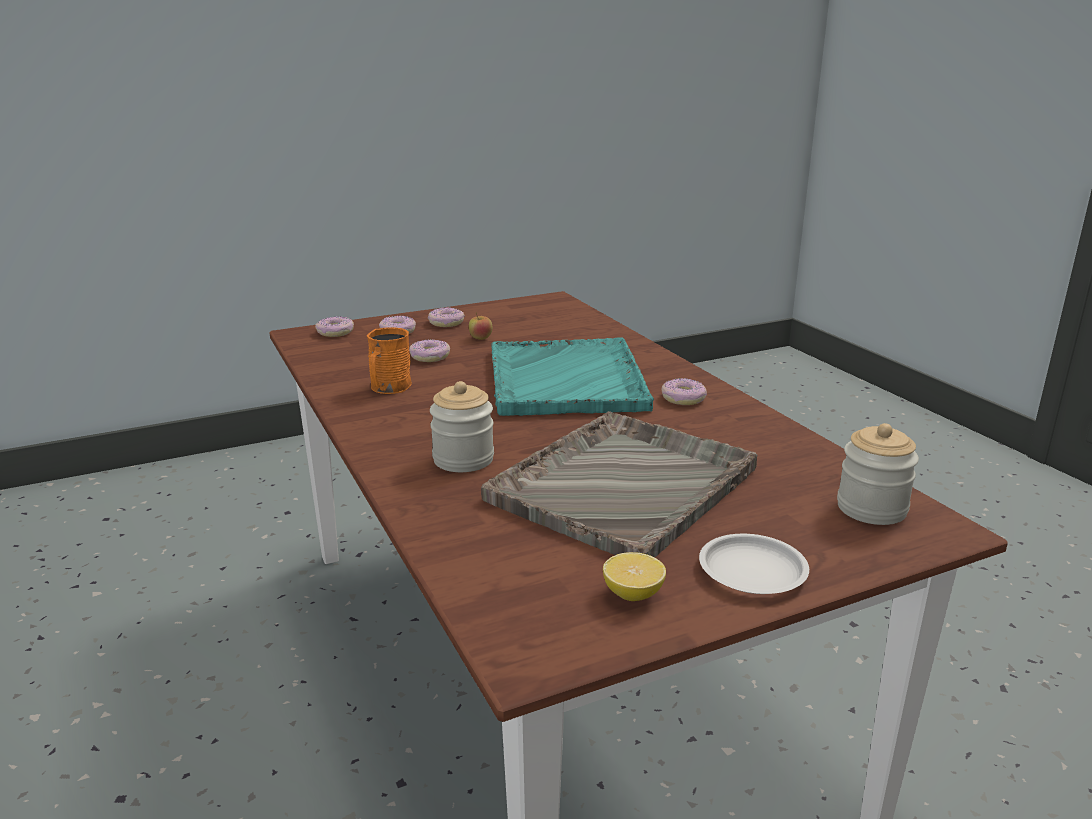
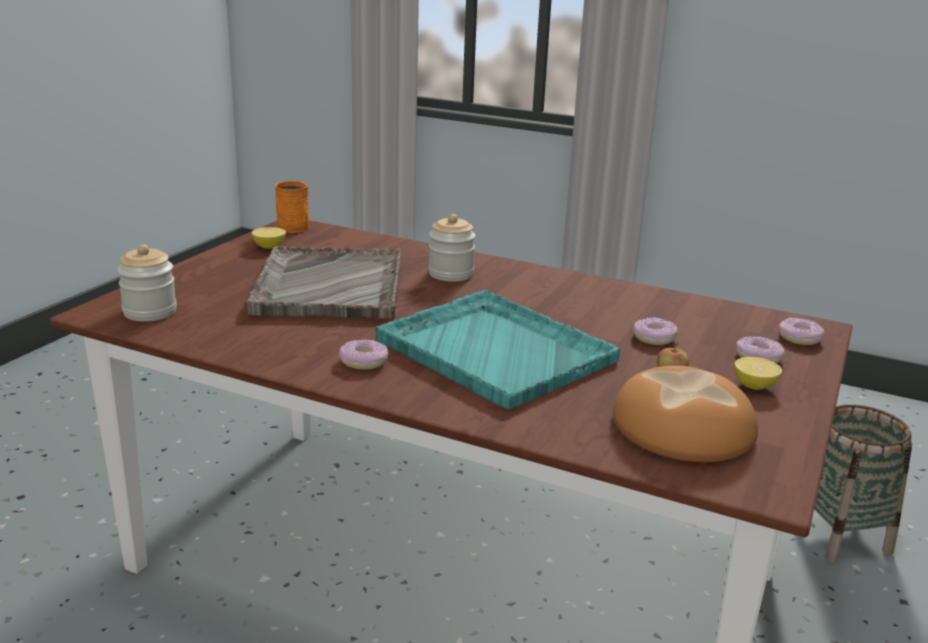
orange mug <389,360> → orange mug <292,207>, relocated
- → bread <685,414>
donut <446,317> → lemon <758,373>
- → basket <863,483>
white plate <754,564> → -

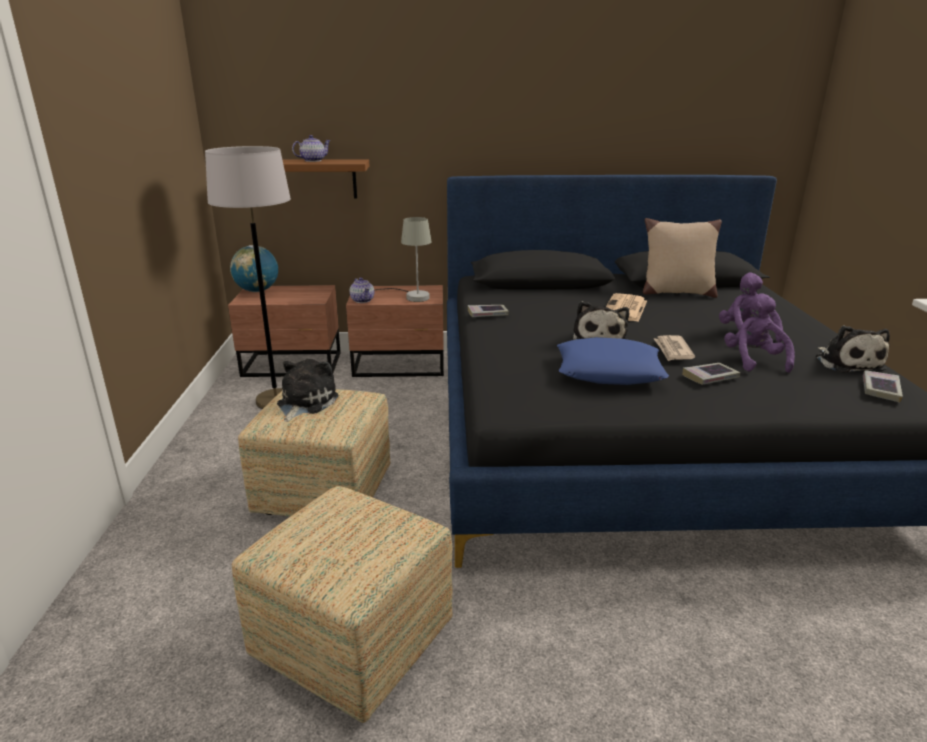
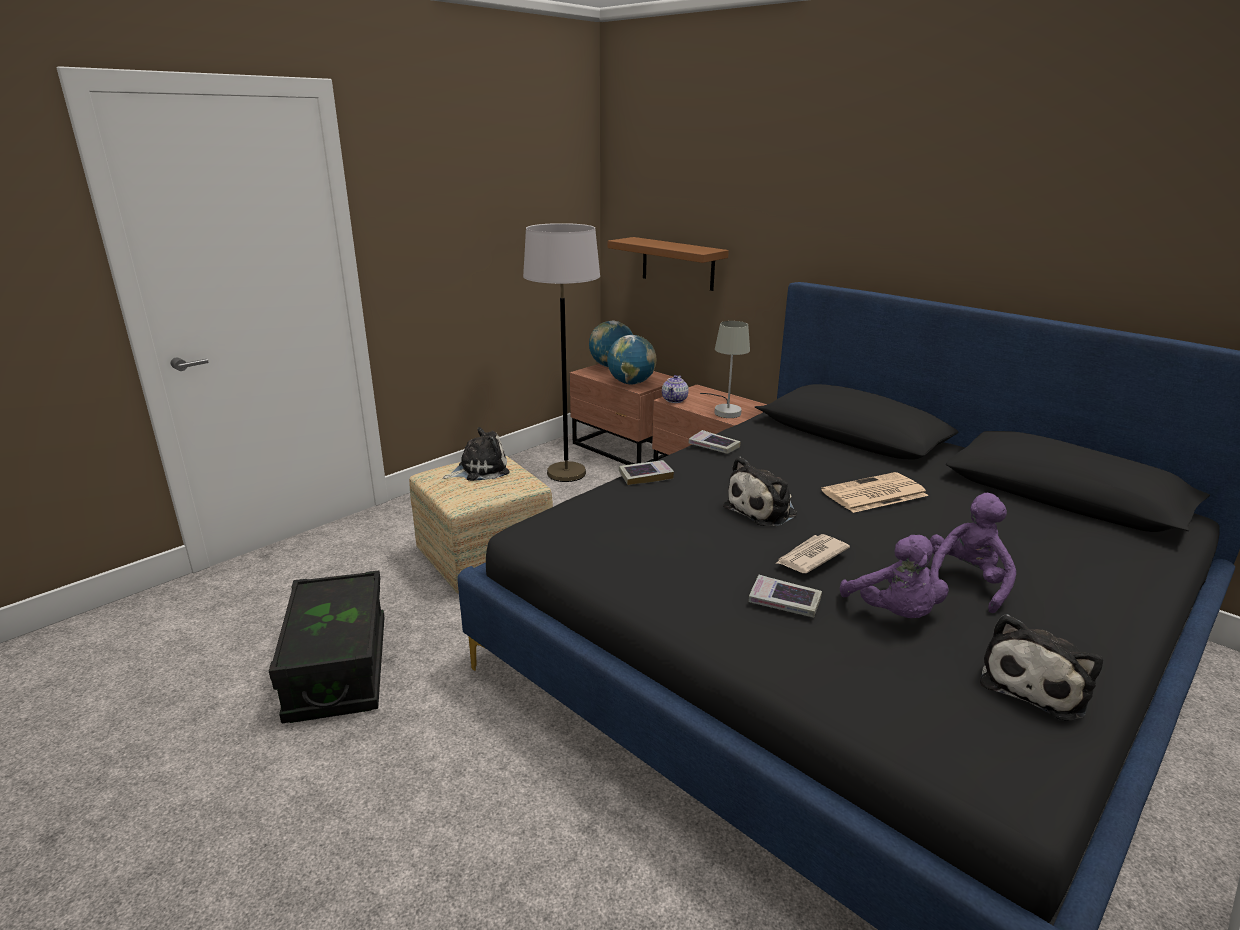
ottoman <342,604> → black storage box <327,647>
- → globe <632,359>
book <883,386> → book <646,472>, relocated
purple plush toy <759,333> → purple plush toy <894,576>, 120 degrees clockwise
teapot <311,148> → -
blue pillow <613,361> → -
beige pillow <682,258> → -

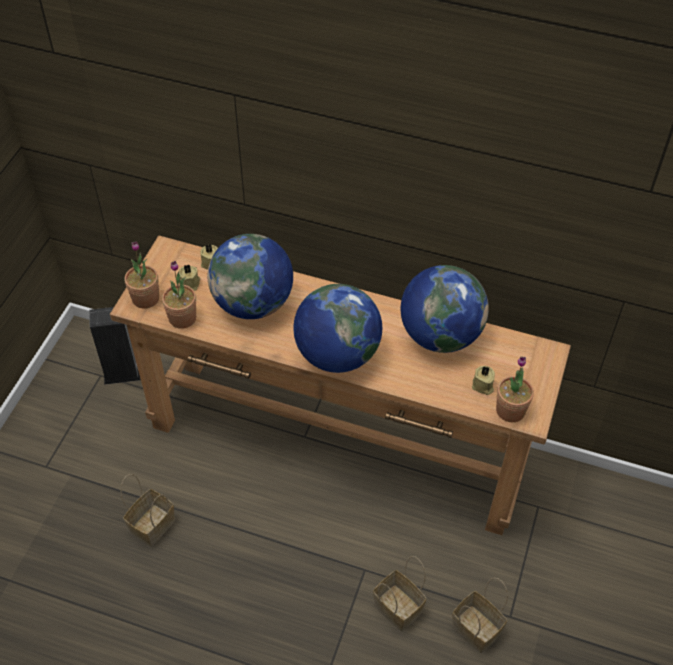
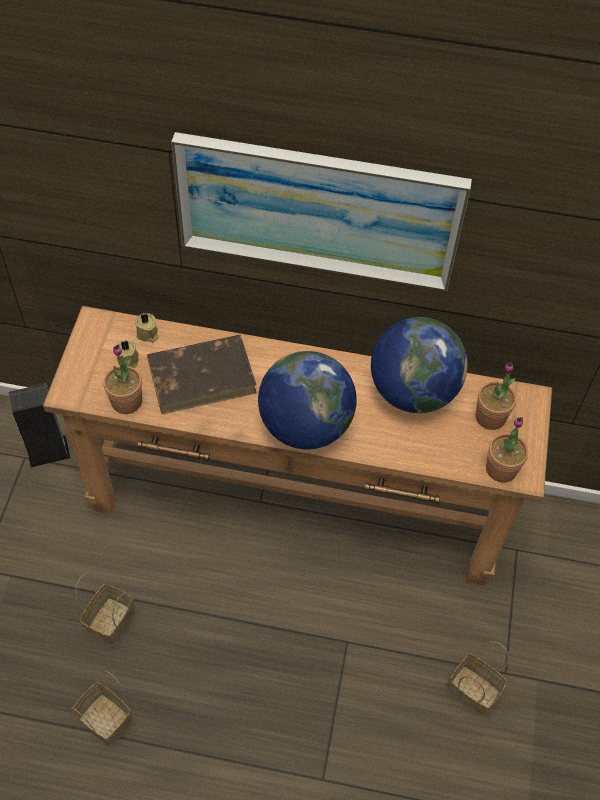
basket <399,593> → basket <102,709>, relocated
globe <250,276> → brown book <202,375>
- → picture <321,212>
potted plant <142,275> → potted plant <496,396>, relocated
beige candle <483,380> → -

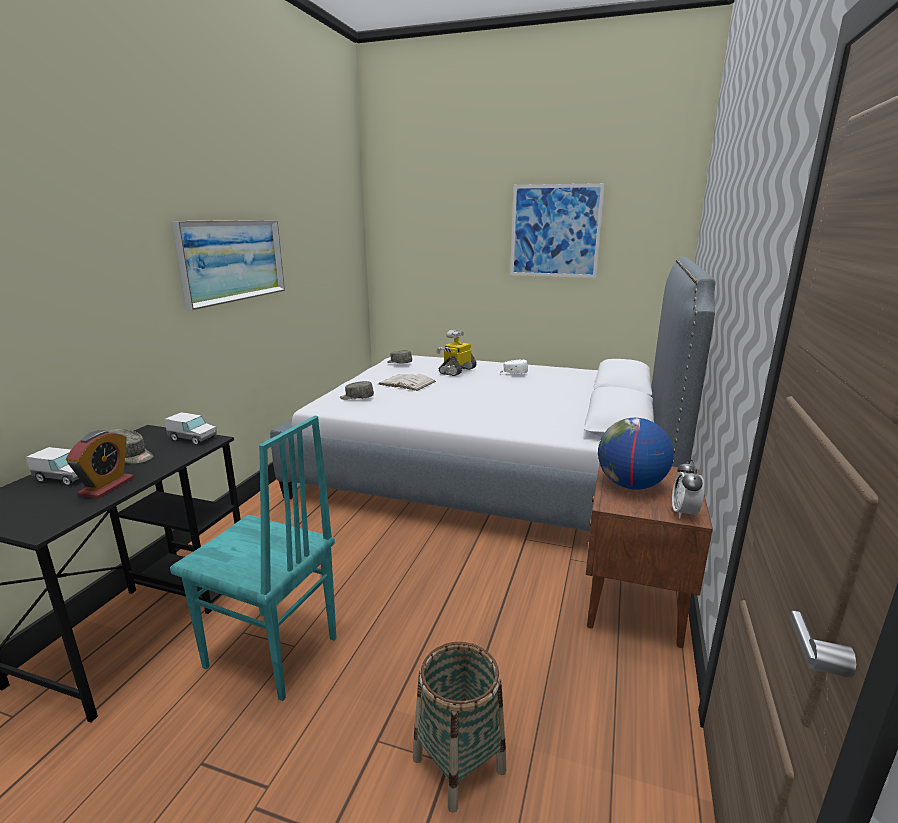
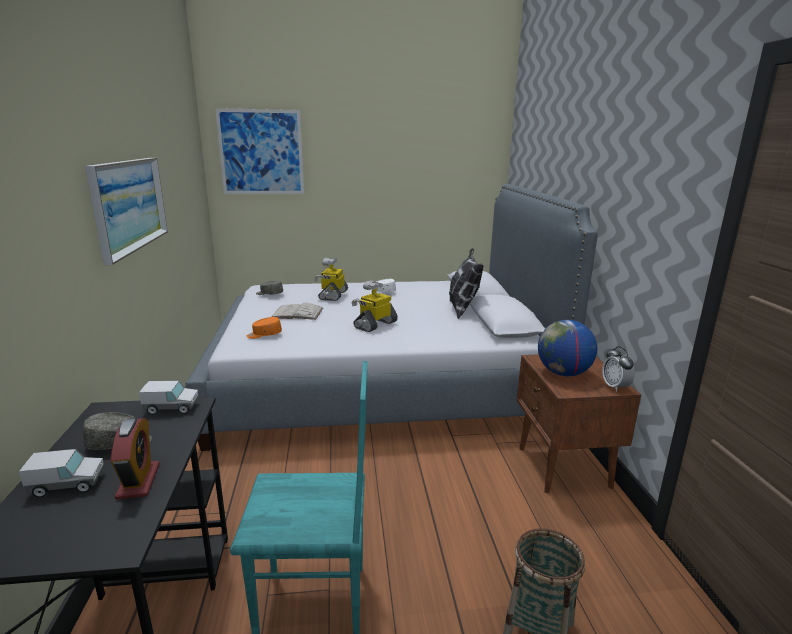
picture <557,230> → picture <259,151>, relocated
grey cap <357,390> → orange cap <264,328>
- → toy robot <375,306>
- → pillow <466,283>

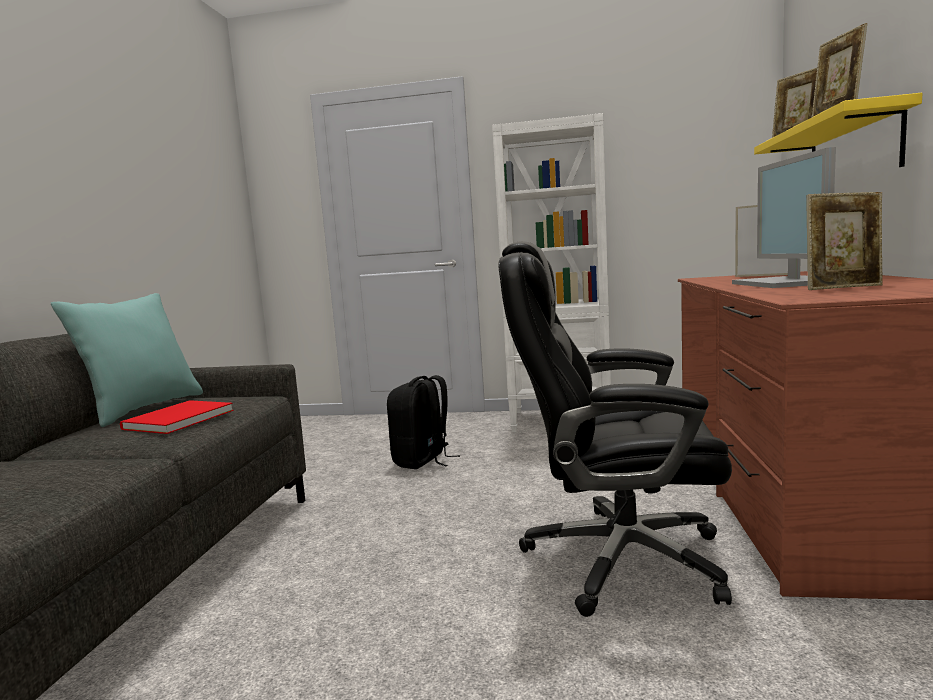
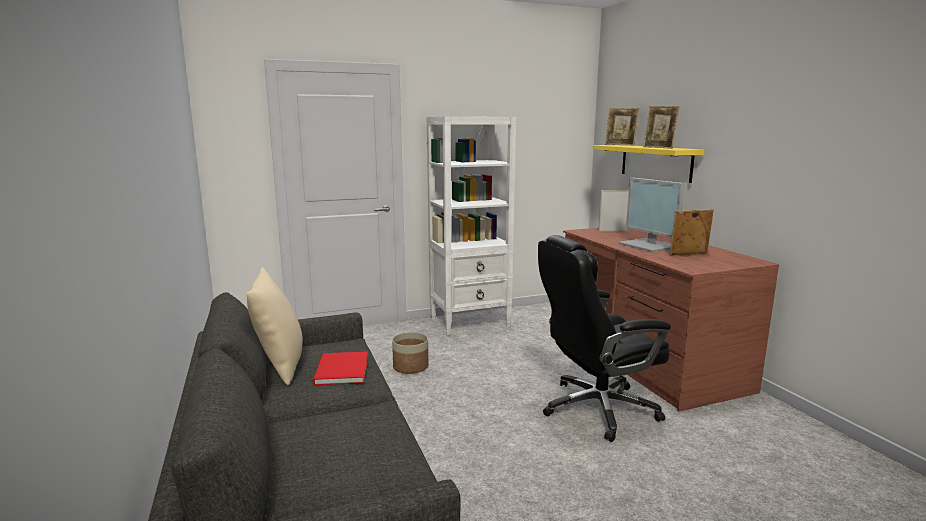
turquoise pillow <127,360> → beige pillow <275,326>
black backpack <423,422> → planter <410,353>
picture frame <844,241> → picture frame <692,232>, 150 degrees counterclockwise

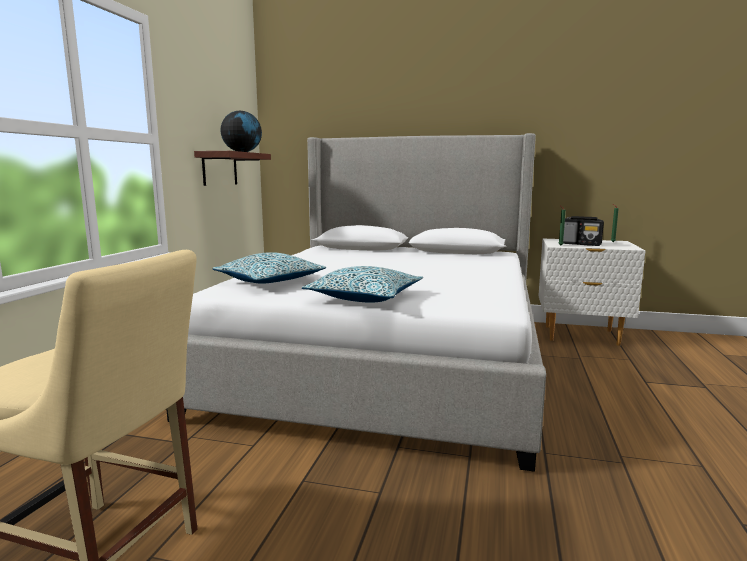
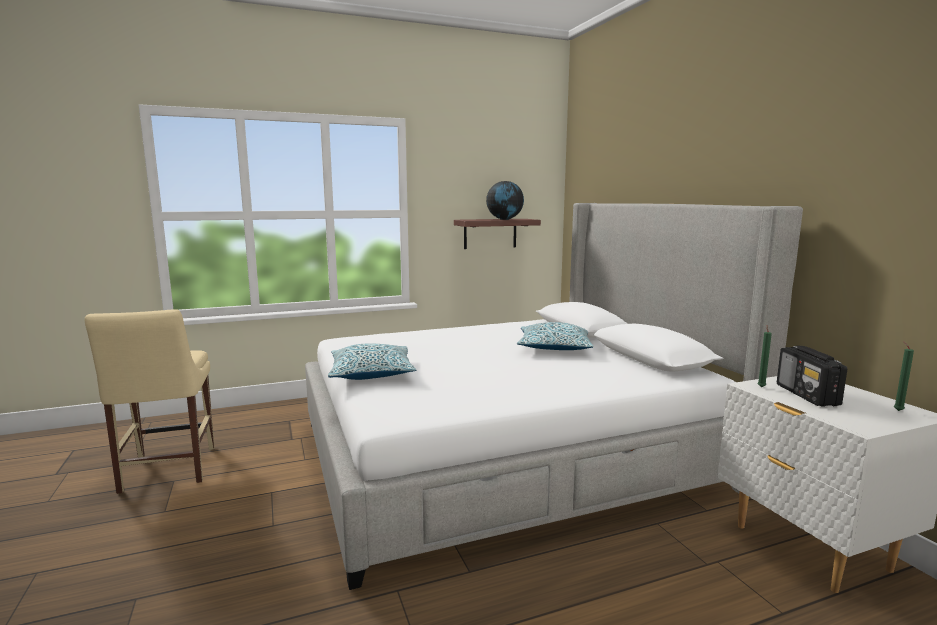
pillow <269,268> → pillow <555,336>, relocated

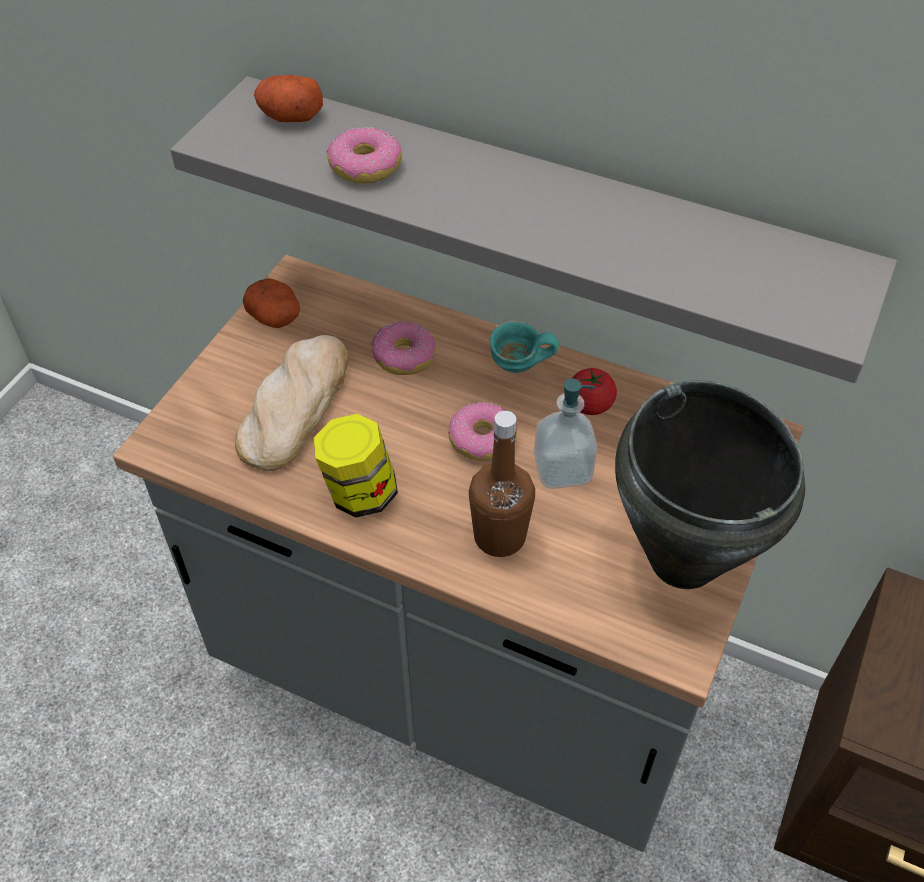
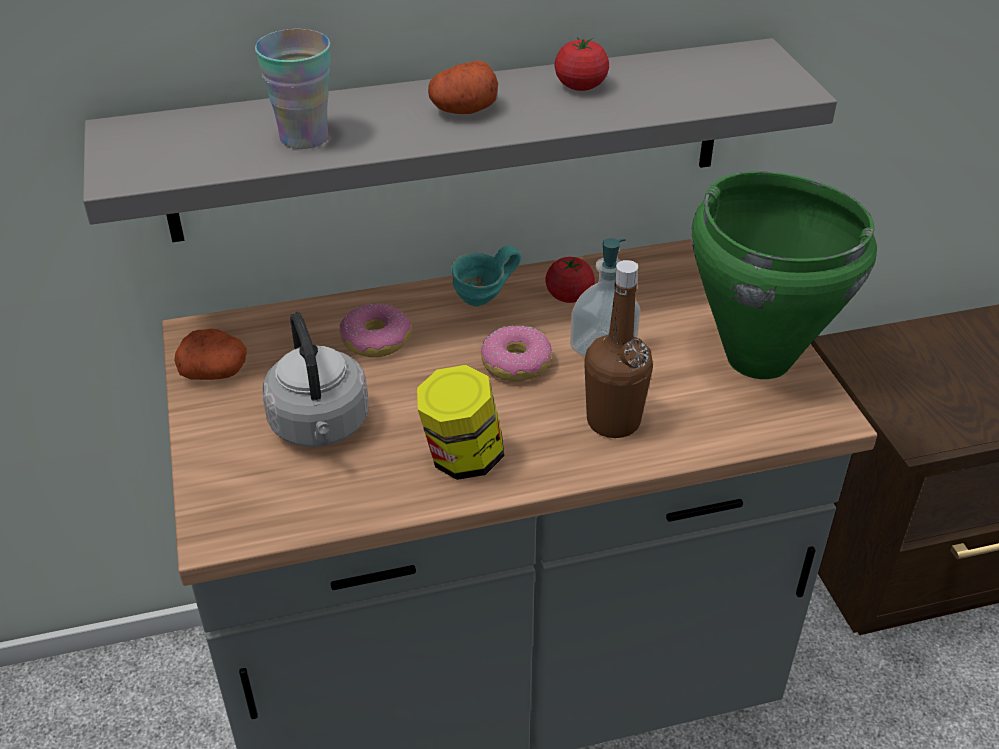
donut <364,155> → cup <292,89>
bread <292,403> → grey kettle <315,379>
potato <288,98> → potato <463,87>, relocated
- → tomato <581,64>
black cooking pot <710,484> → green cooking pot <784,275>

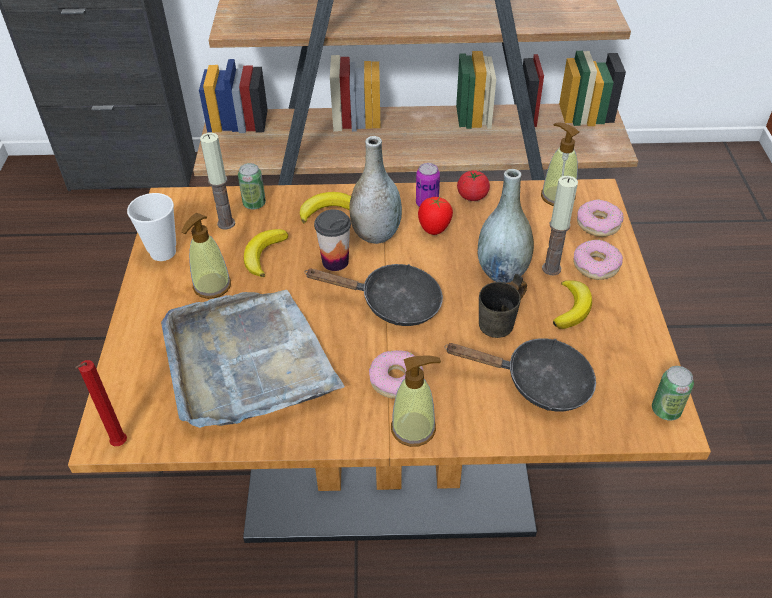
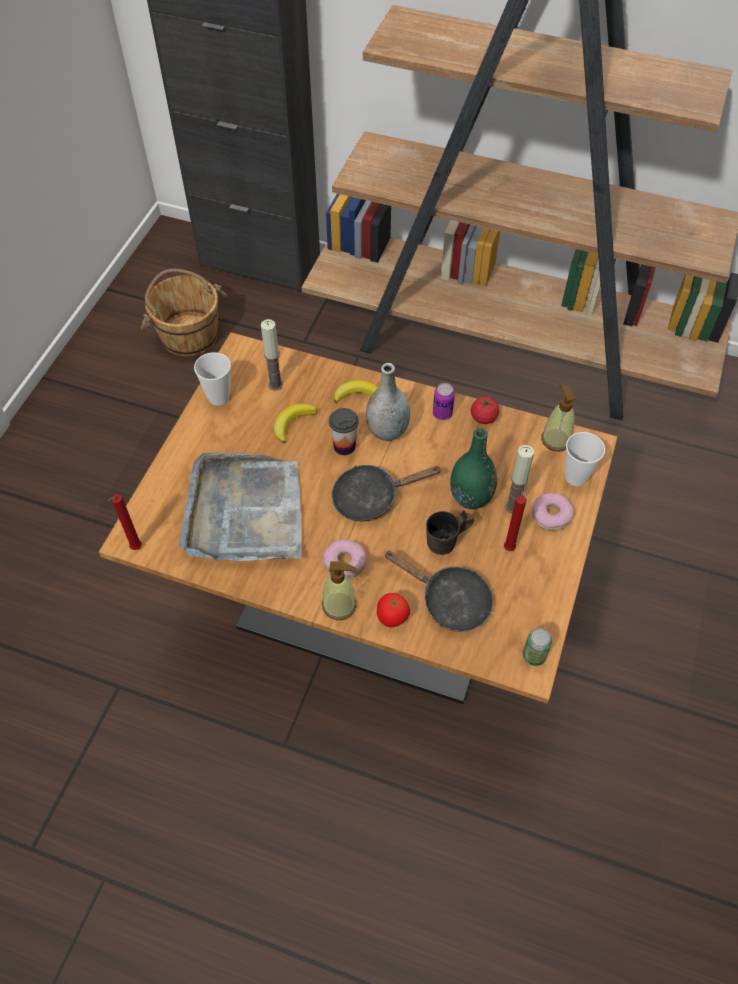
- → brown bucket <184,313>
black frying pan <374,295> → black frying pan <386,493>, 135 degrees clockwise
tomato <435,216> → tomato <393,610>, relocated
grey vase <506,226> → green vase <473,468>
banana <572,305> → red candle <515,518>
donut <600,218> → cup <585,459>
soap dispenser <206,256> → -
can <252,186> → -

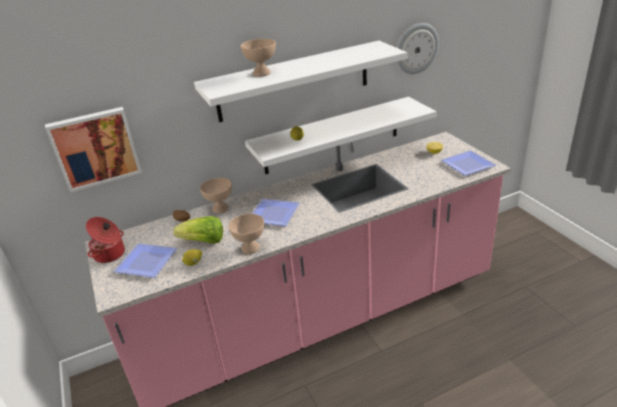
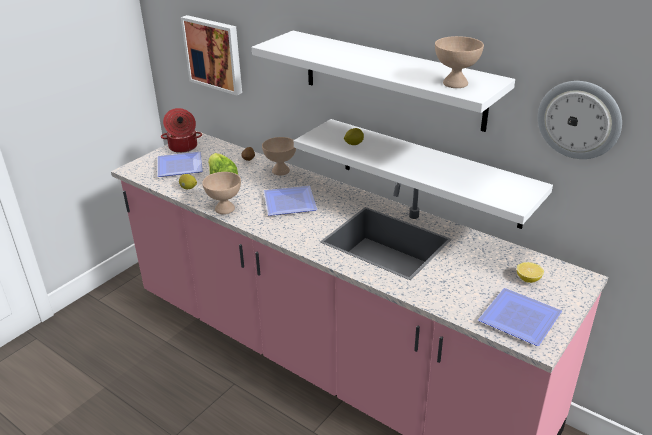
beige bowl <258,58> → beige bowl <459,62>, relocated

